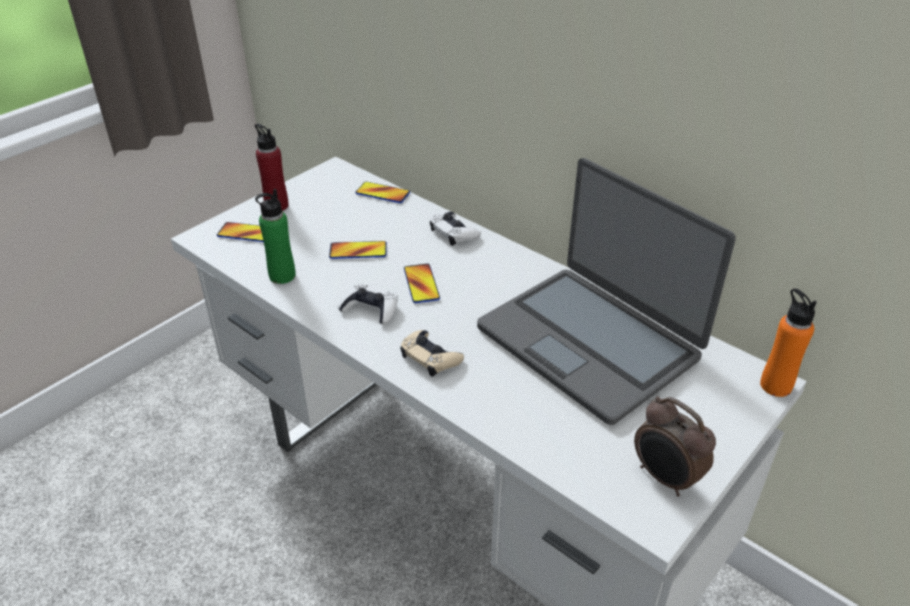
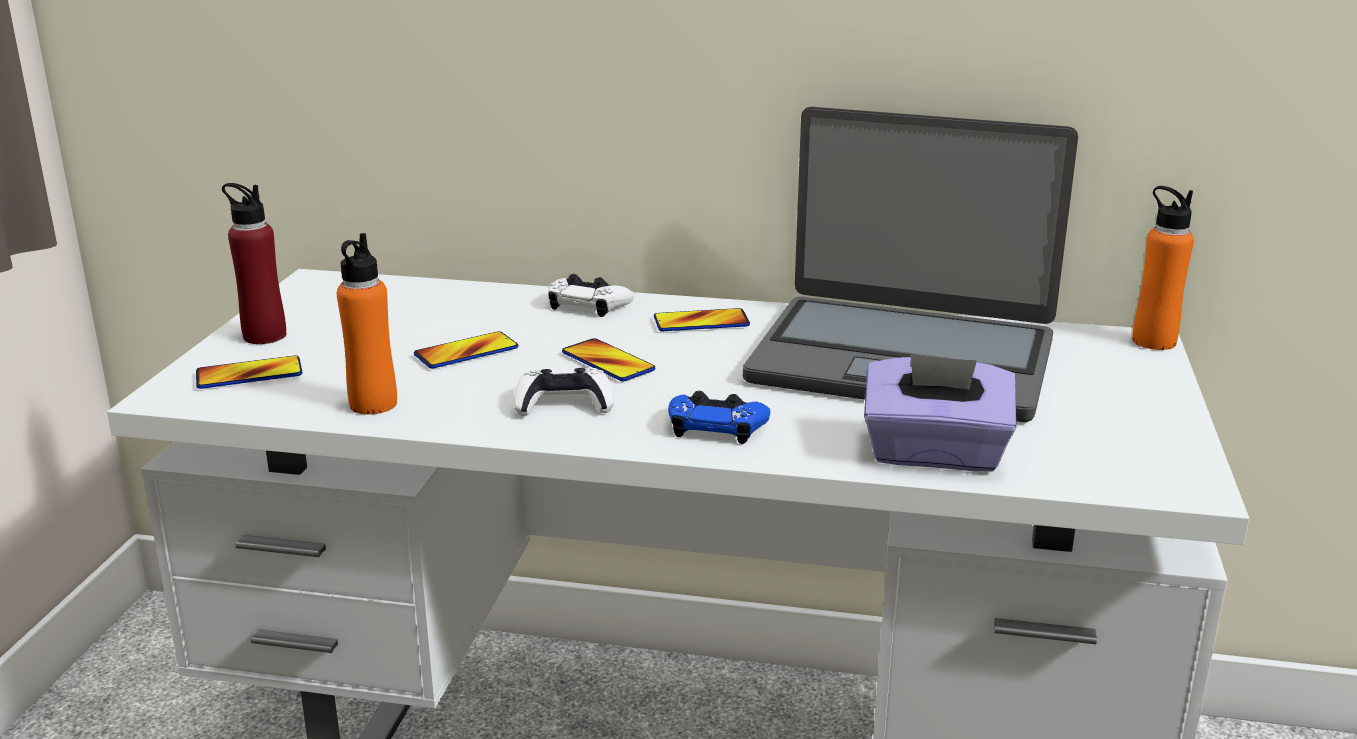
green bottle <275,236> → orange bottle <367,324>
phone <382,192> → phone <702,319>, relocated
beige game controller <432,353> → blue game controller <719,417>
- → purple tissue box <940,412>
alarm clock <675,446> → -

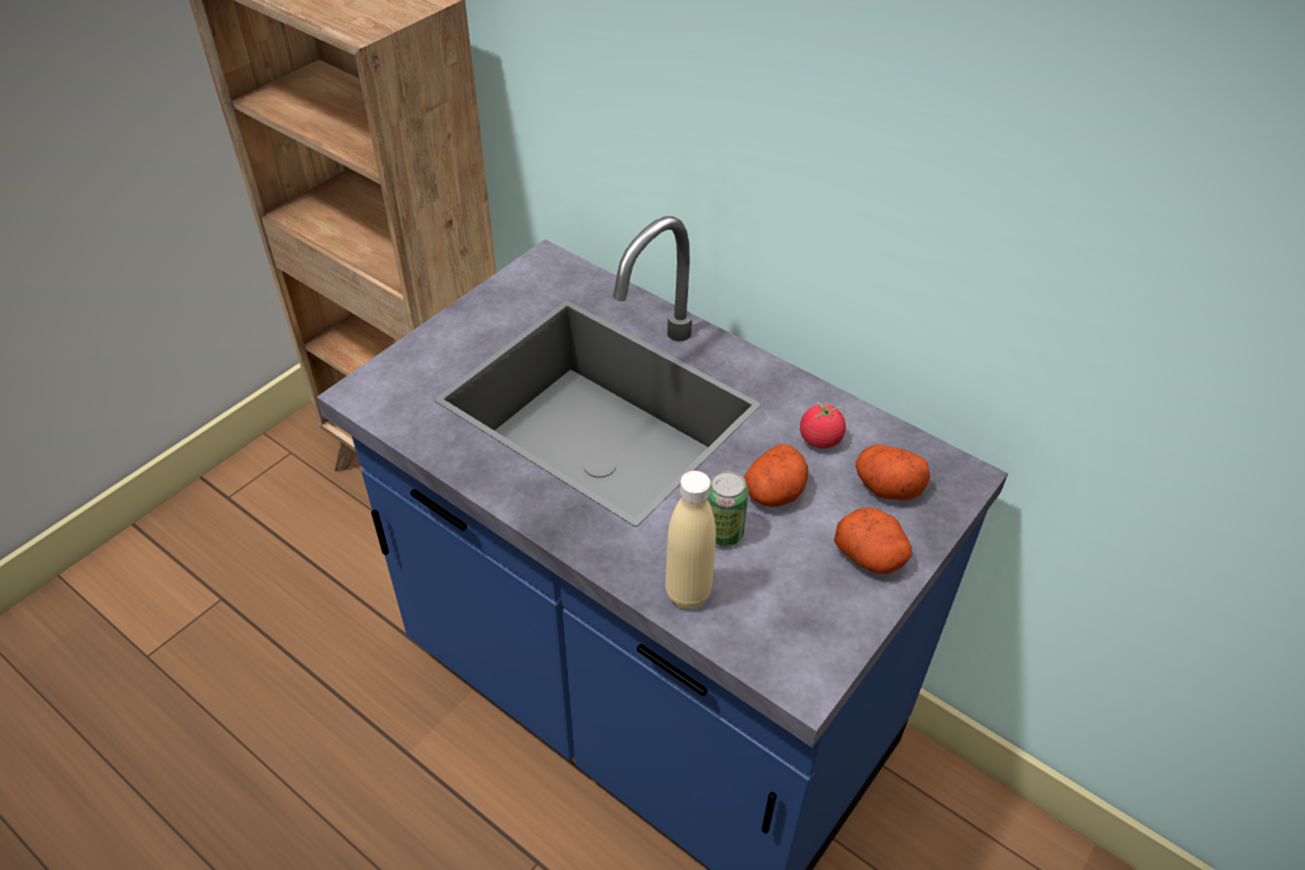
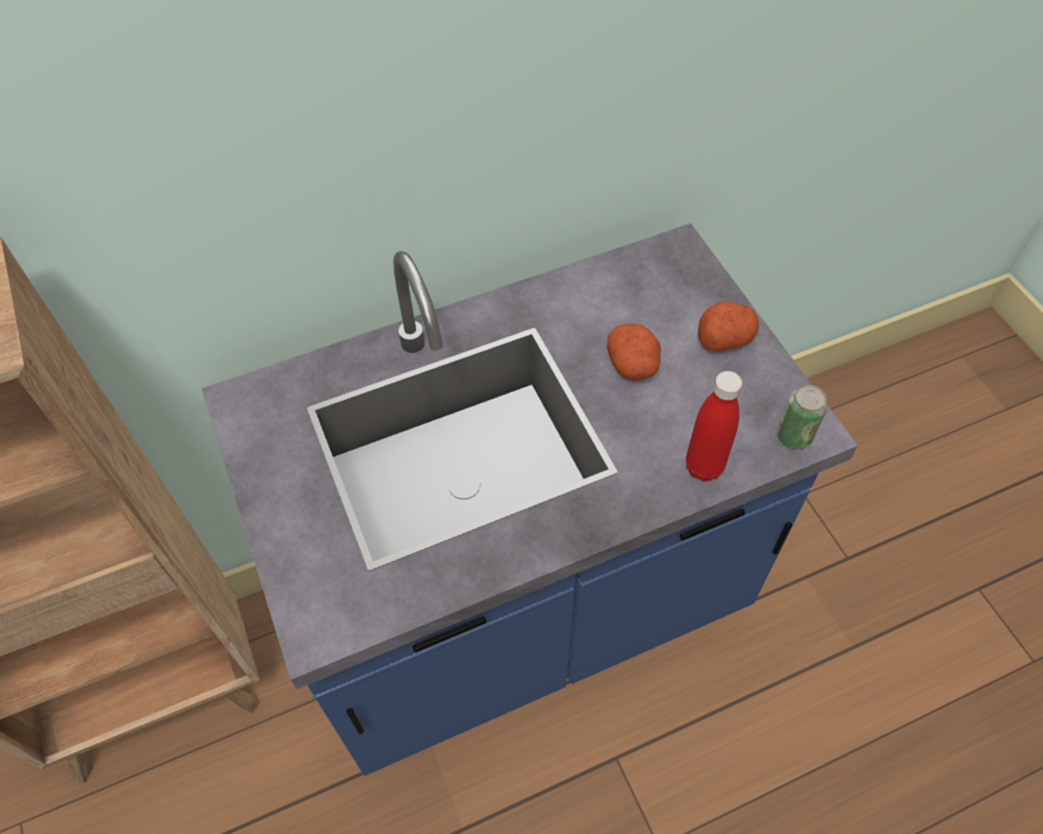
beige bottle <690,540> → red bottle <714,426>
can <728,508> → can <802,417>, relocated
tomato <823,425> → -
potato <893,472> → -

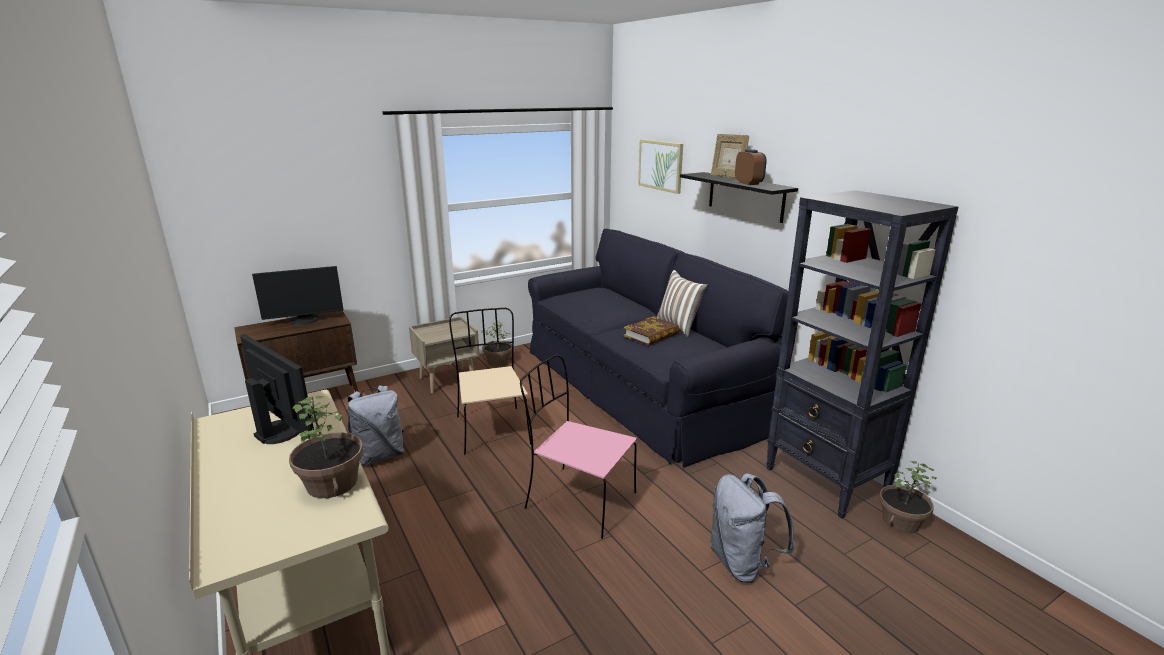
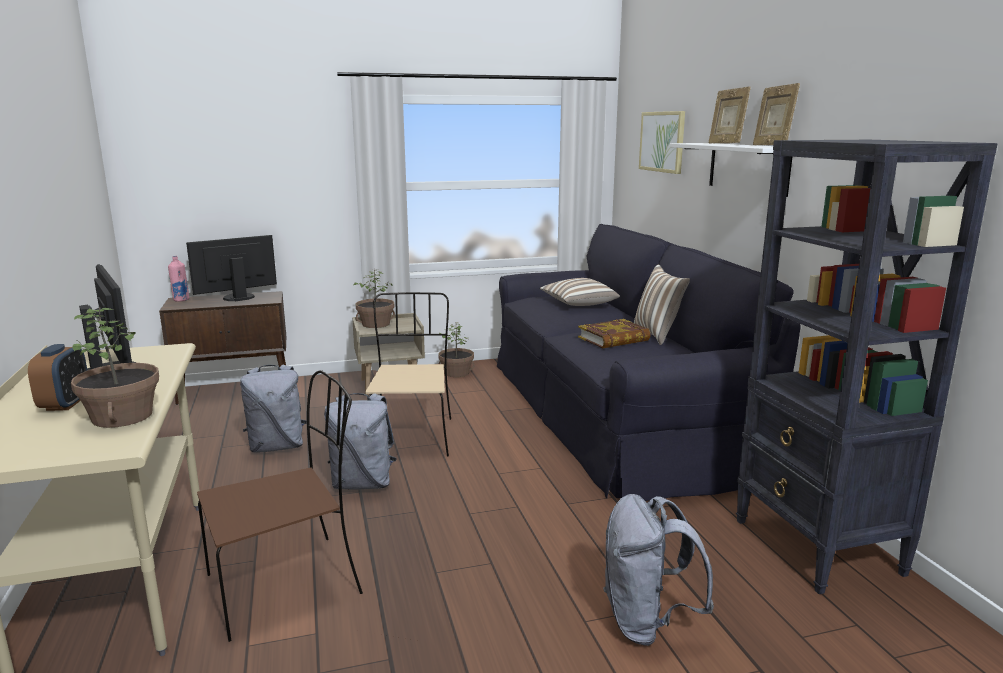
alarm clock <751,167> → alarm clock <57,377>, relocated
- → pink bottle <178,279>
monitor <298,295> → monitor <231,268>, 150 degrees clockwise
- → brown chair <280,506>
- → grey backpack <360,441>
potted plant <908,497> → potted plant <374,299>, relocated
- → pillow <580,292>
black shelf <739,197> → white shelf <731,170>
- → picture frame <776,114>
pink chair <578,447> → -

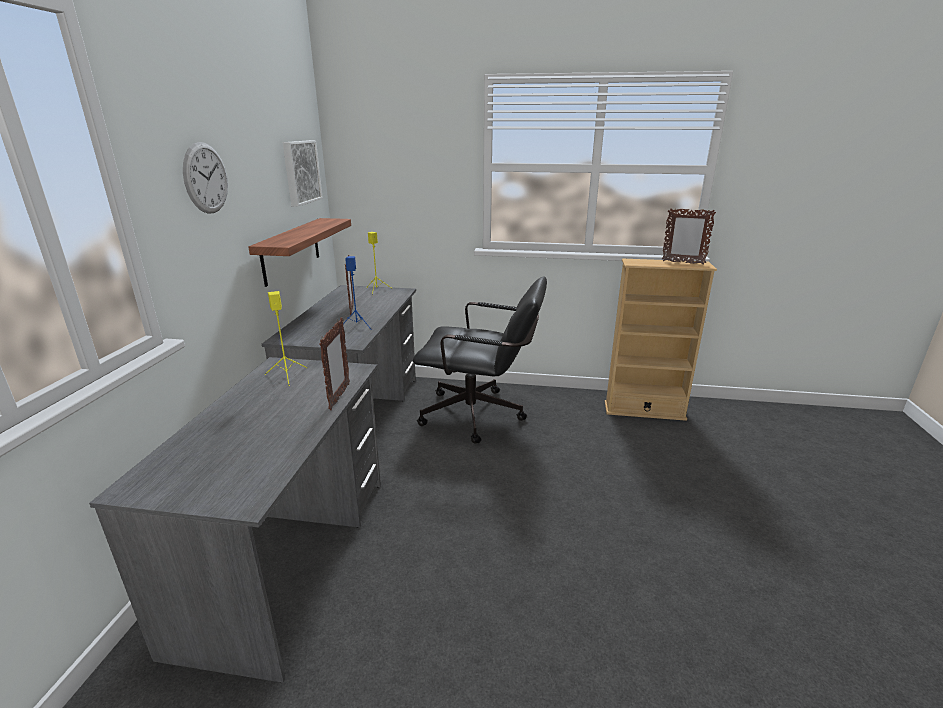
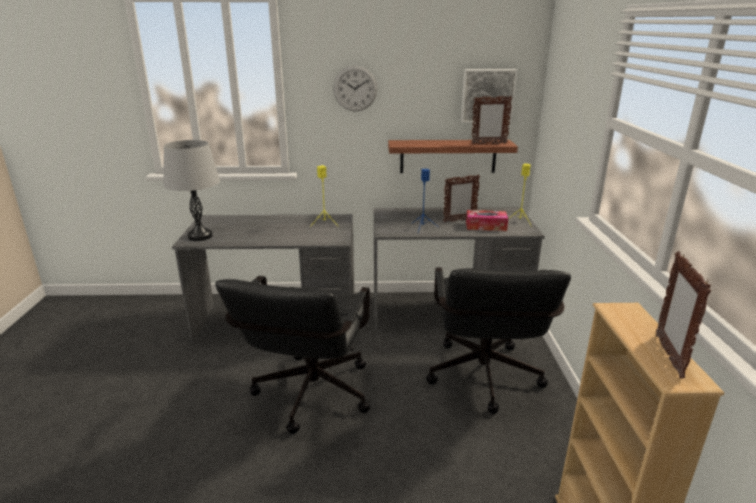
- → grey table lamp <191,190>
- → black office chair <292,355>
- → tissue box <487,220>
picture frame <334,363> → picture frame <492,119>, relocated

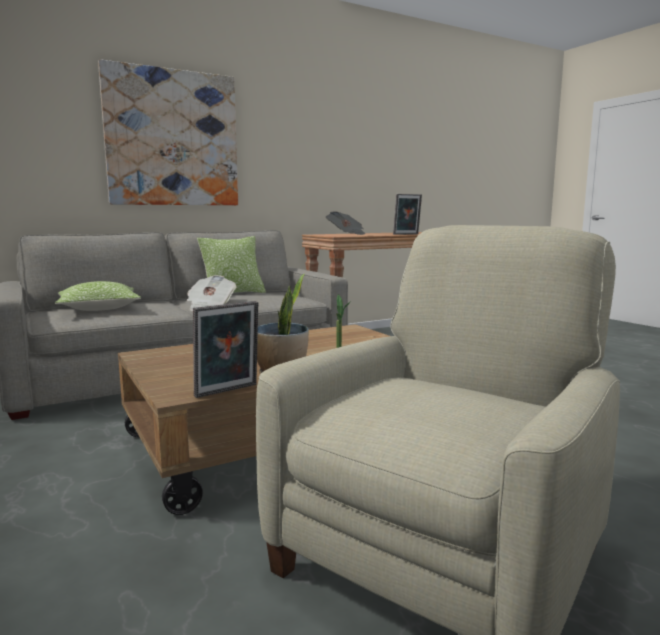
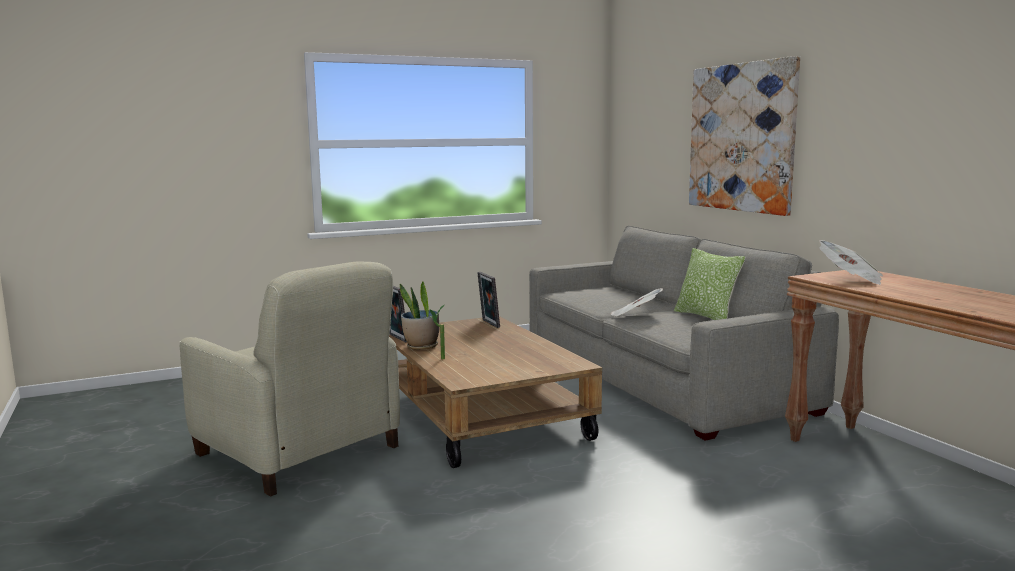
picture frame <407,214> → picture frame <488,300>, relocated
pillow <98,296> → -

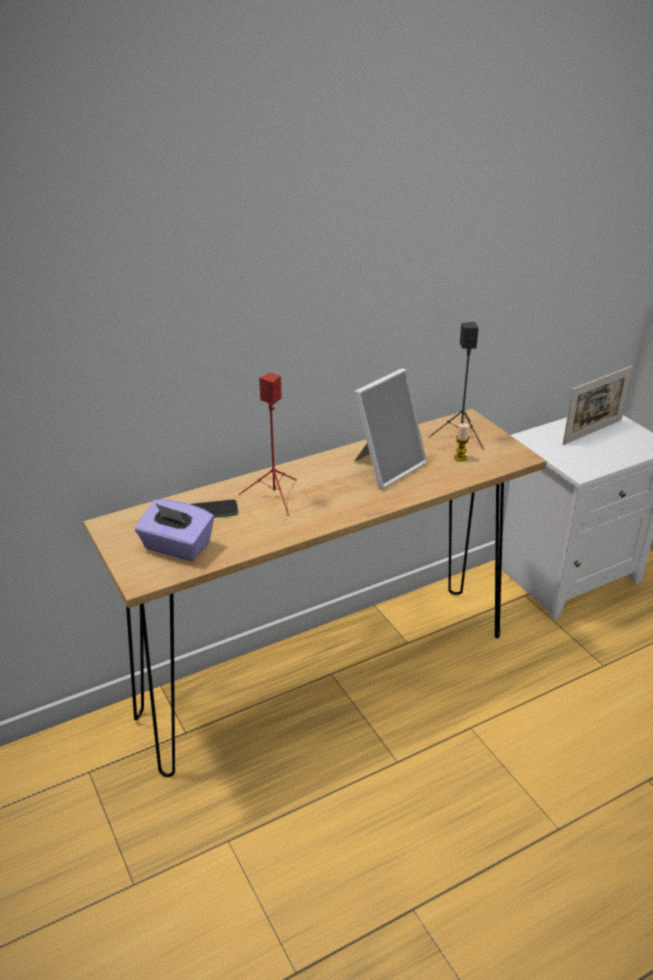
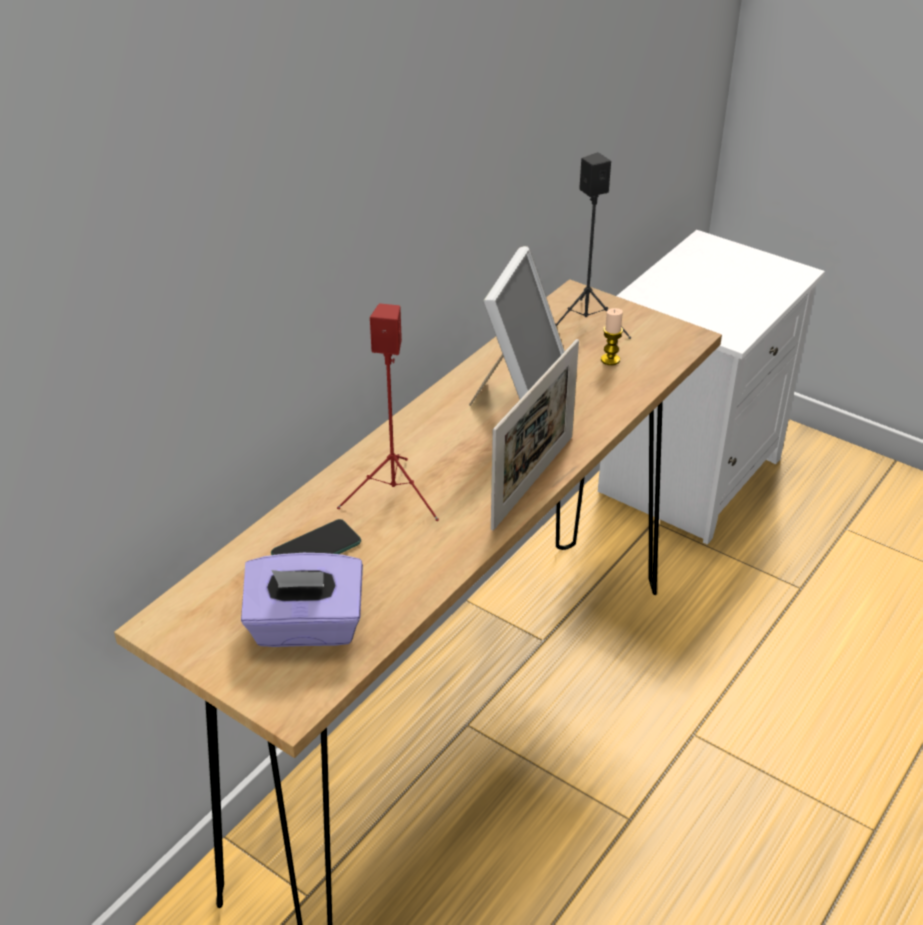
picture frame <598,405> → picture frame <535,435>, relocated

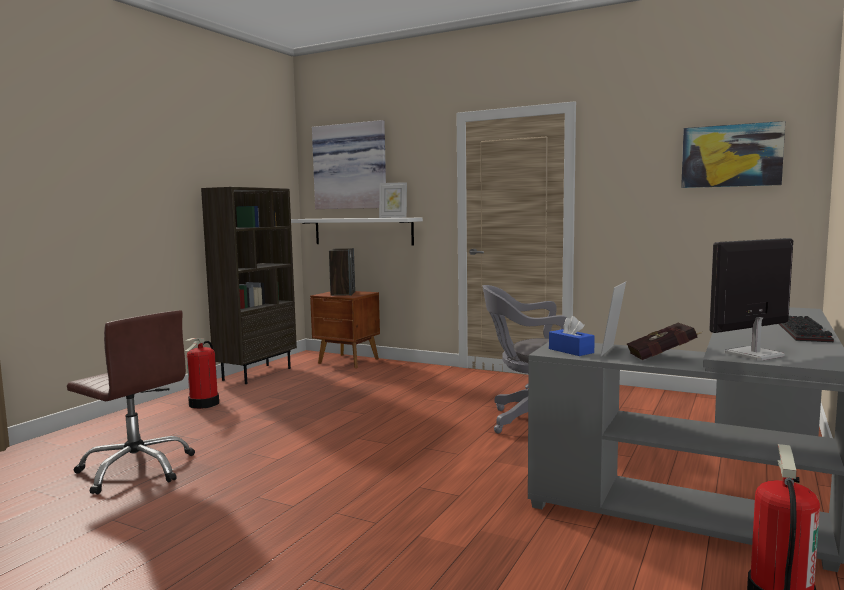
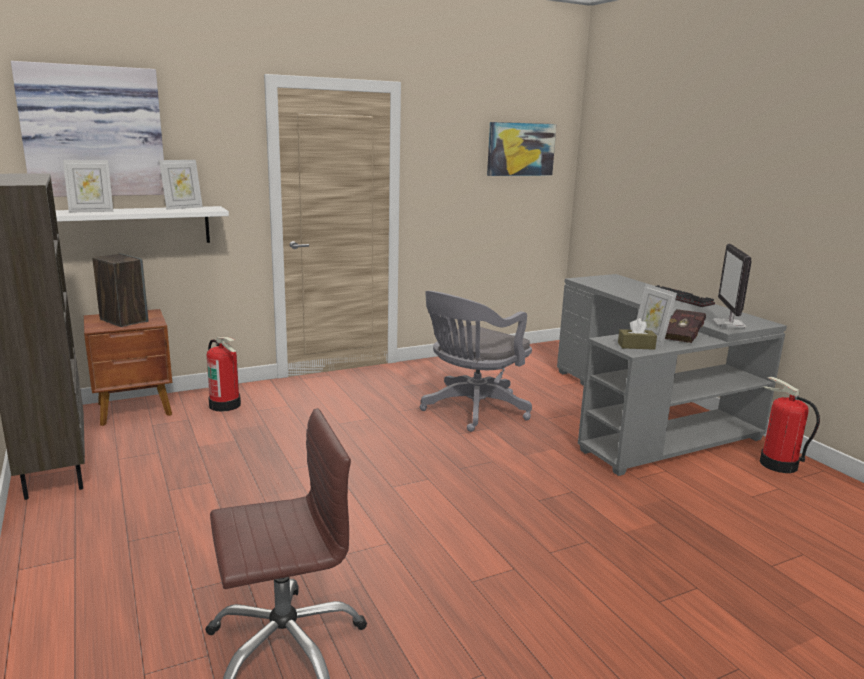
- → picture frame <88,186>
fire extinguisher <202,373> → fire extinguisher <224,374>, relocated
blue tissue box <572,336> → brown tissue box <637,334>

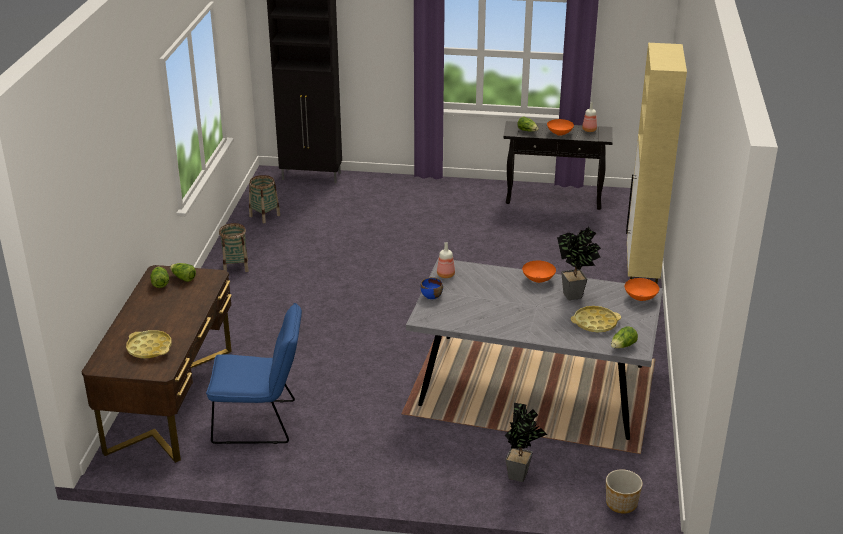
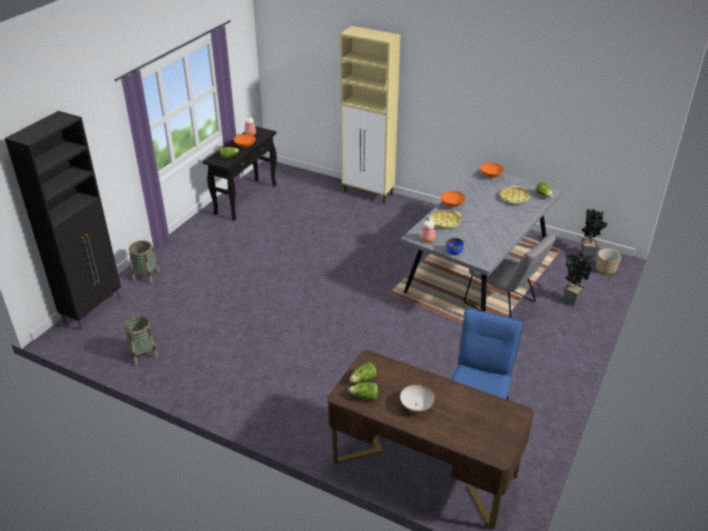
basket <234,247> → basket <144,262>, relocated
- → white bowl <417,398>
yellow tray <149,344> → yellow tray <446,219>, relocated
- → grey chair <510,275>
potted plant <579,263> → potted plant <594,234>, relocated

